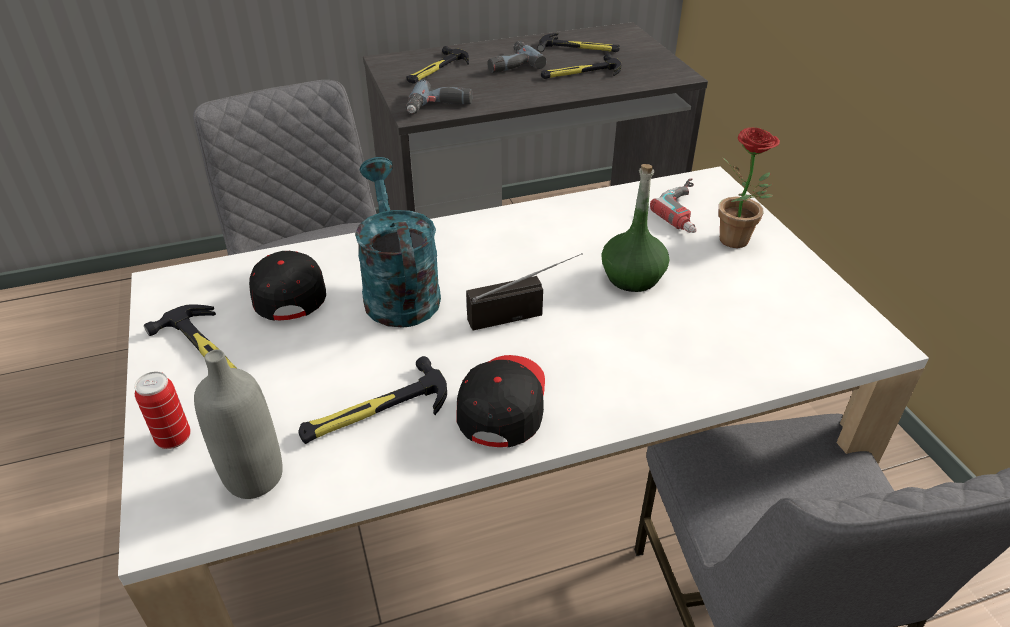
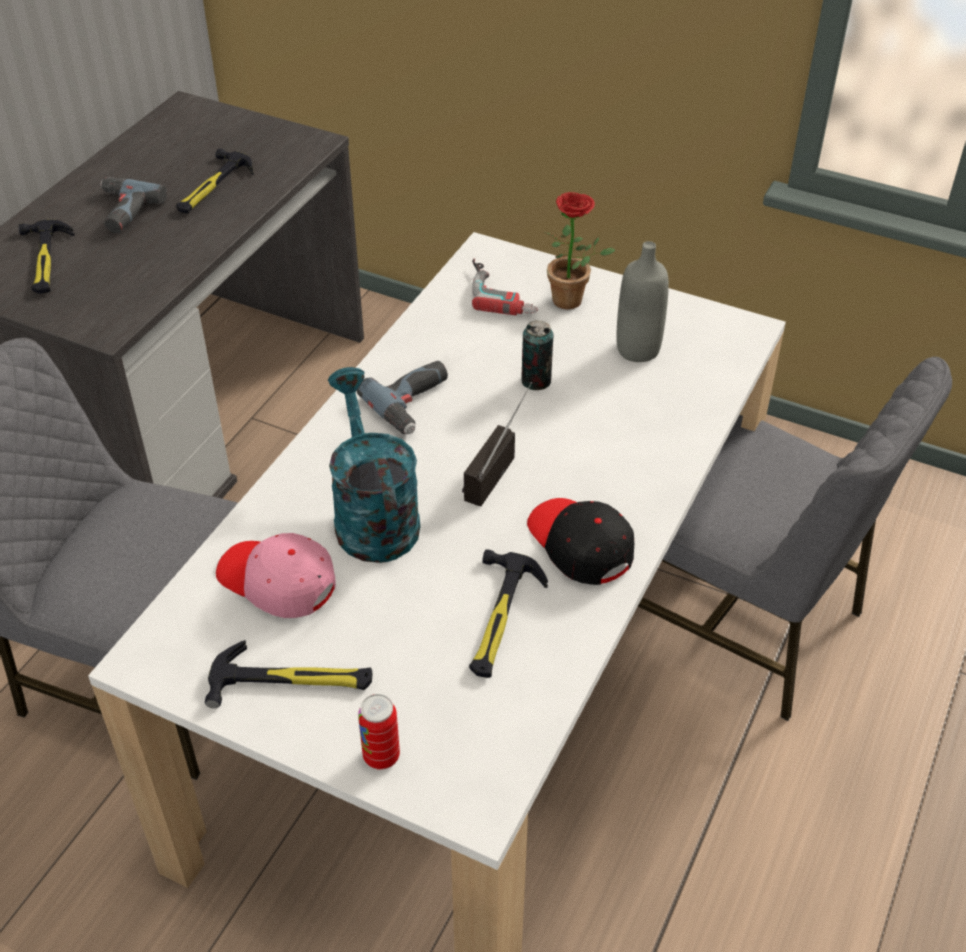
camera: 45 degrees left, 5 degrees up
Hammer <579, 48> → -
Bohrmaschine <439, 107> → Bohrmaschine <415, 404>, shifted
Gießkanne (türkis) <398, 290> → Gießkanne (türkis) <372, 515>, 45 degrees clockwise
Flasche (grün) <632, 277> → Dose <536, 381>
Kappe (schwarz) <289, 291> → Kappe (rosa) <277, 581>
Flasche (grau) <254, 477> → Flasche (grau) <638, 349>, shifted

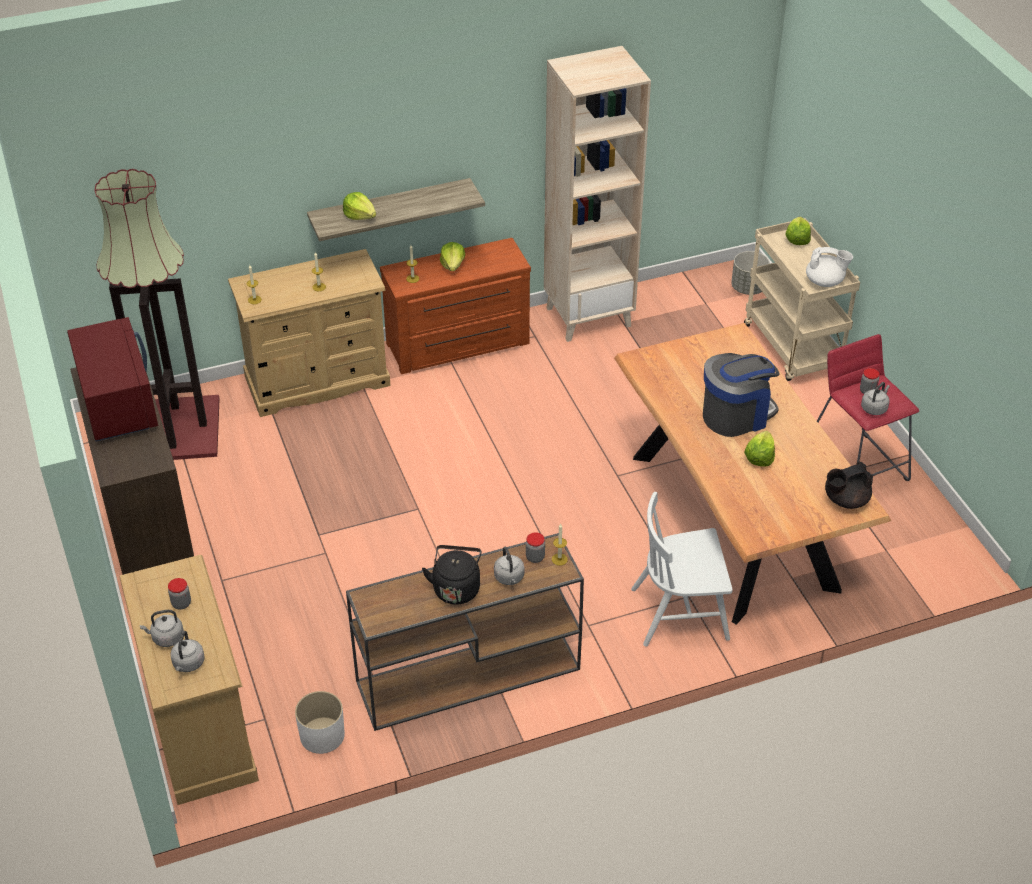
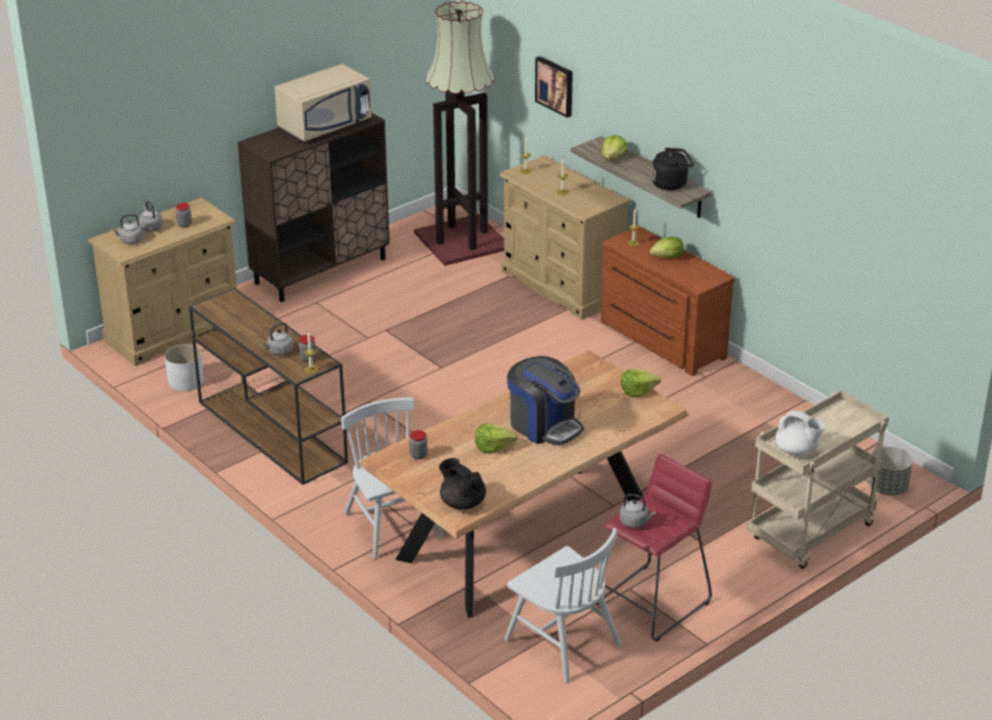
camera: 70 degrees right, 10 degrees down
Bücherregal (beige) <589, 316> → -
Salatkopf <797, 239> → Salatkopf <638, 391>, shifted
Teekanne (weiß) <825, 282> → Teekanne (weiß) <796, 451>, 45 degrees counterclockwise
Mikrowelle (rot) <117, 403> → Mikrowelle (beige) <325, 125>
Vorratsglas <867, 391> → Vorratsglas <418, 455>, shifted
Wasserkessel (schwarz) <456, 588> → Wasserkessel (schwarz) <671, 183>, shifted
- → Bild <555, 86>
- → Stuhl (weiß) <562, 642>

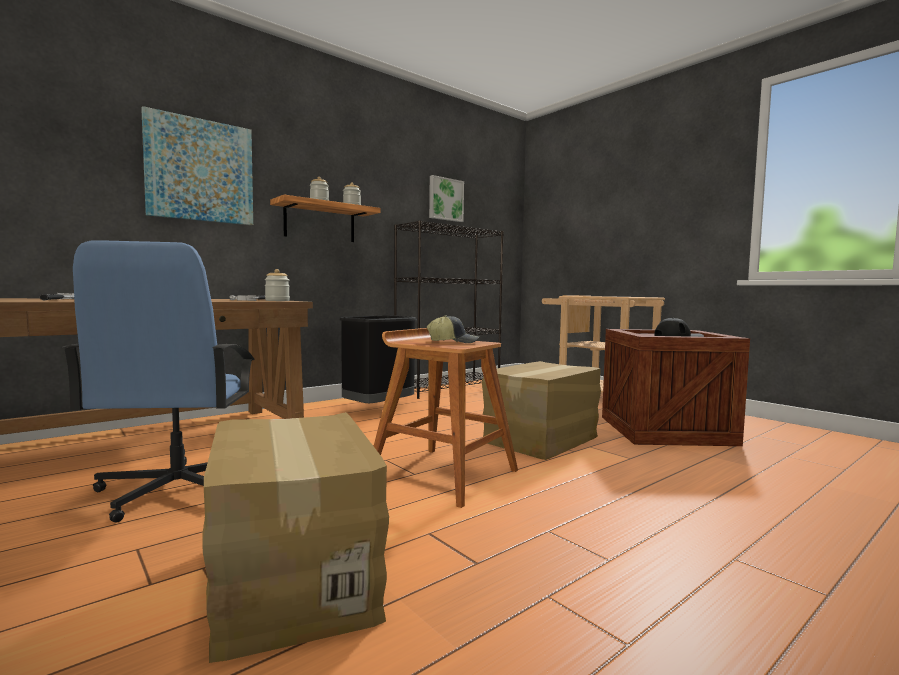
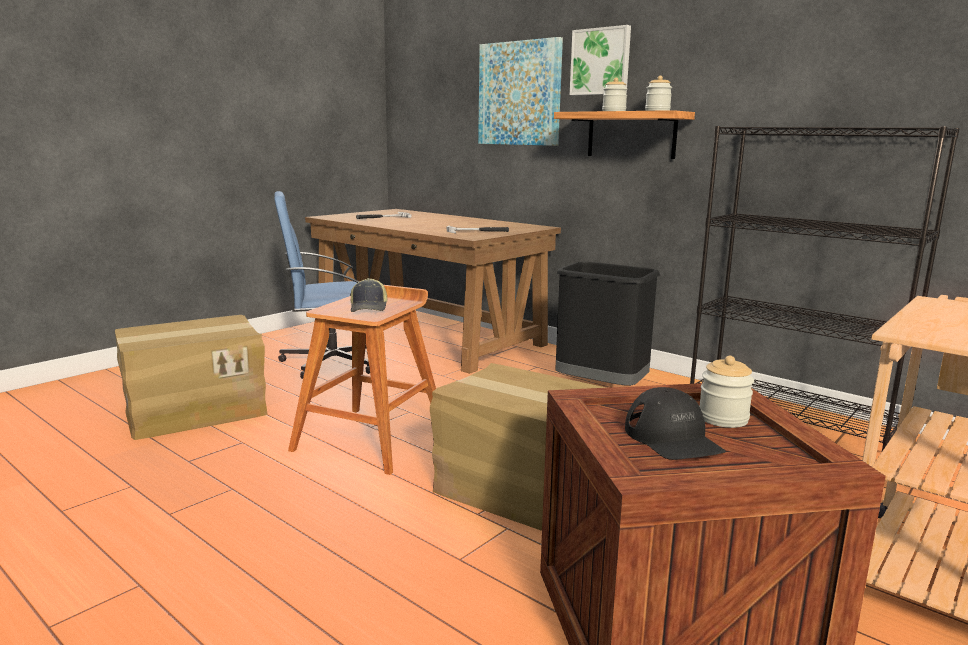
camera: 80 degrees right, 10 degrees up
Bild <445, 199> → Bild <601, 62>, shifted
Vorratsglas <277, 301> → Vorratsglas <723, 418>, shifted

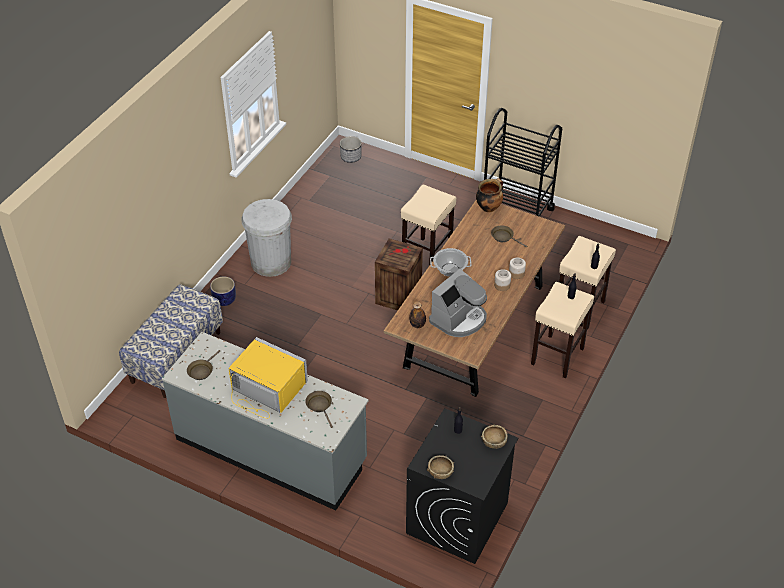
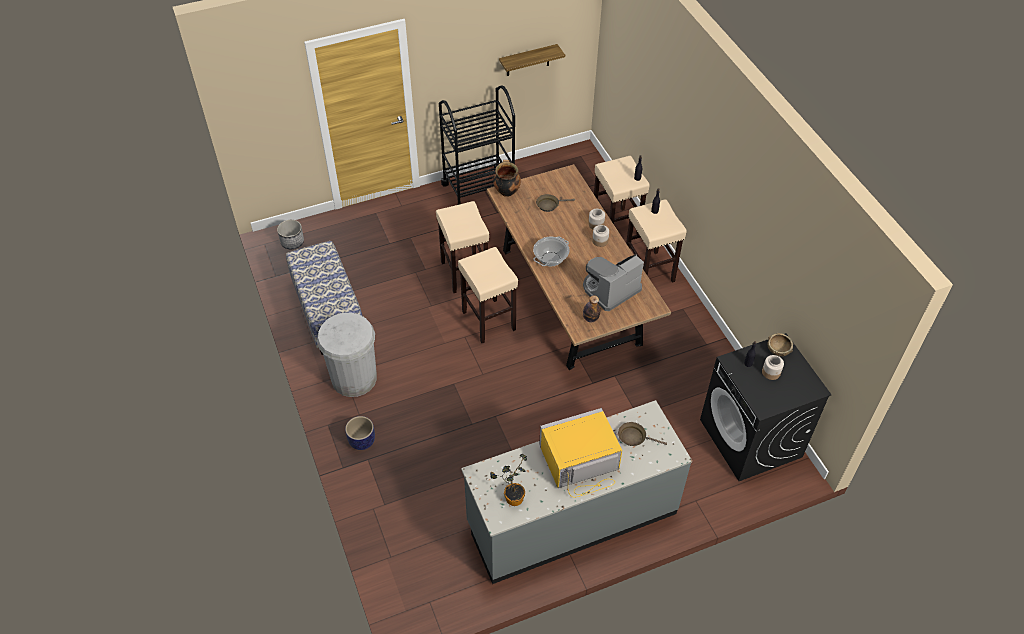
camera: 50 degrees left, 5 degrees up
Kiste <398, 296> → Hocker (beige) <488, 320>
Kaffeemaschine <459, 319> → Kaffeemaschine <610, 289>, 120 degrees counterclockwise
Bank <176, 356> → Bank <328, 313>, shifted
Pfanne (braun) <201, 371> → Topfpflanze <511, 497>
Schüssel (braun) <440, 472> → -
- → Wandregal <528, 60>
- → Vorratsglas <771, 372>

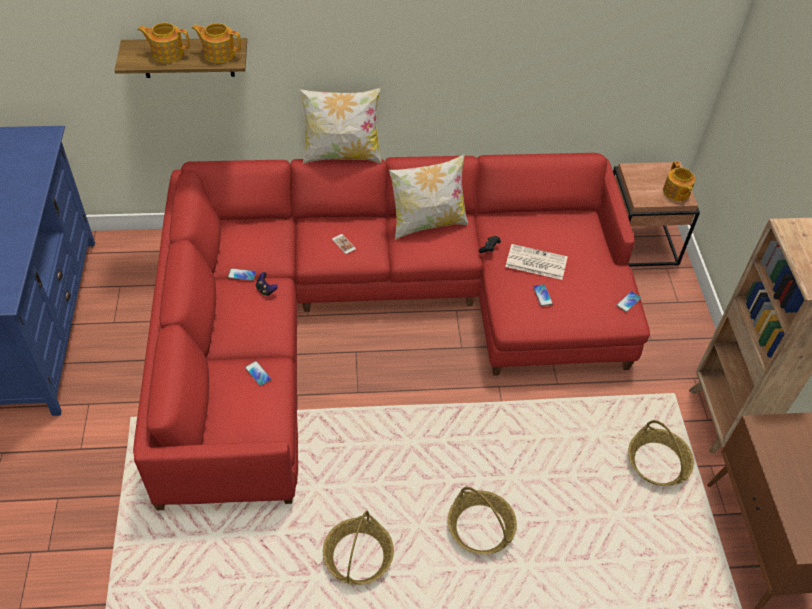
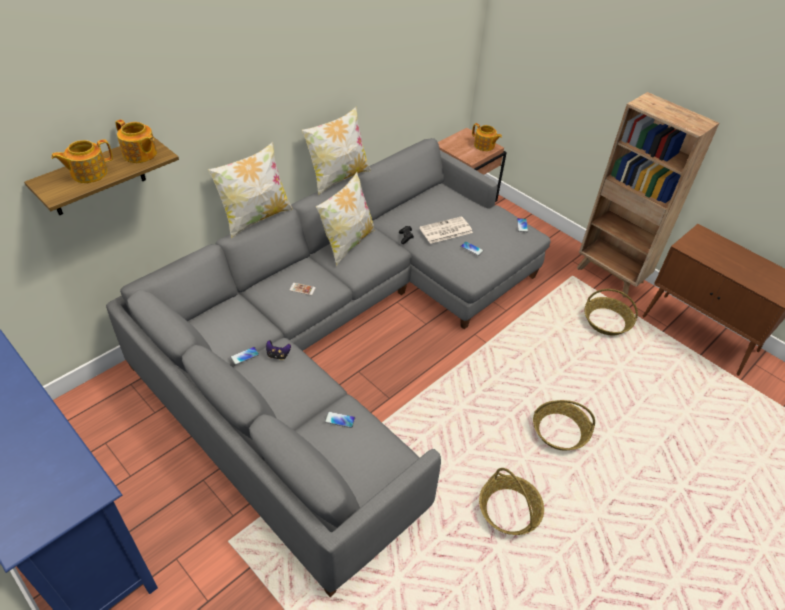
camera: 40 degrees left, 5 degrees down
Teekanne <219, 53> → Teekanne <140, 154>, 120 degrees counterclockwise
Sofa (rot) <375, 314> → Sofa (grau) <345, 337>
- → Kissen <338, 178>

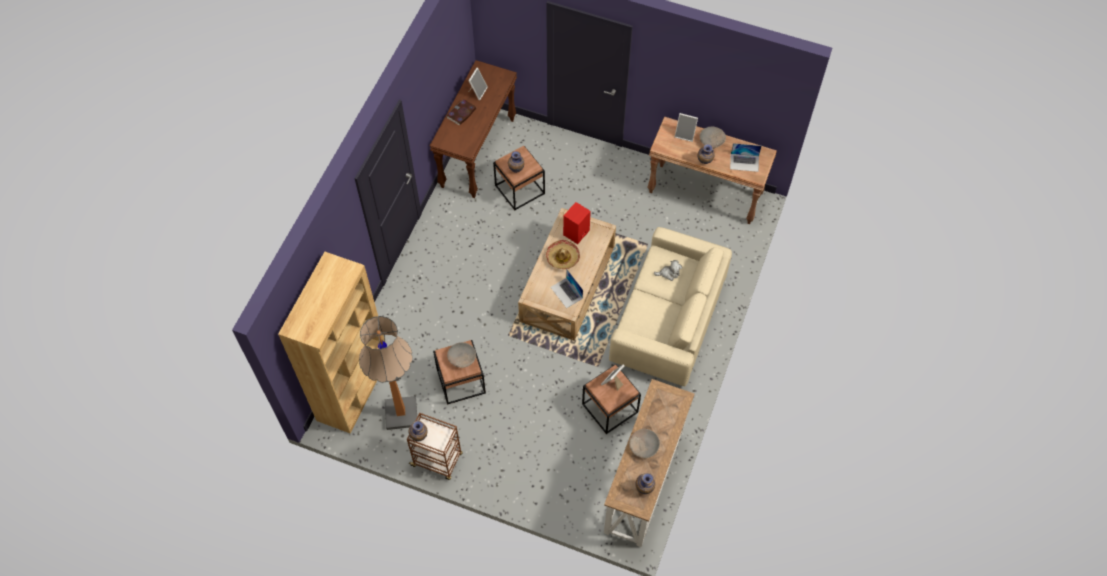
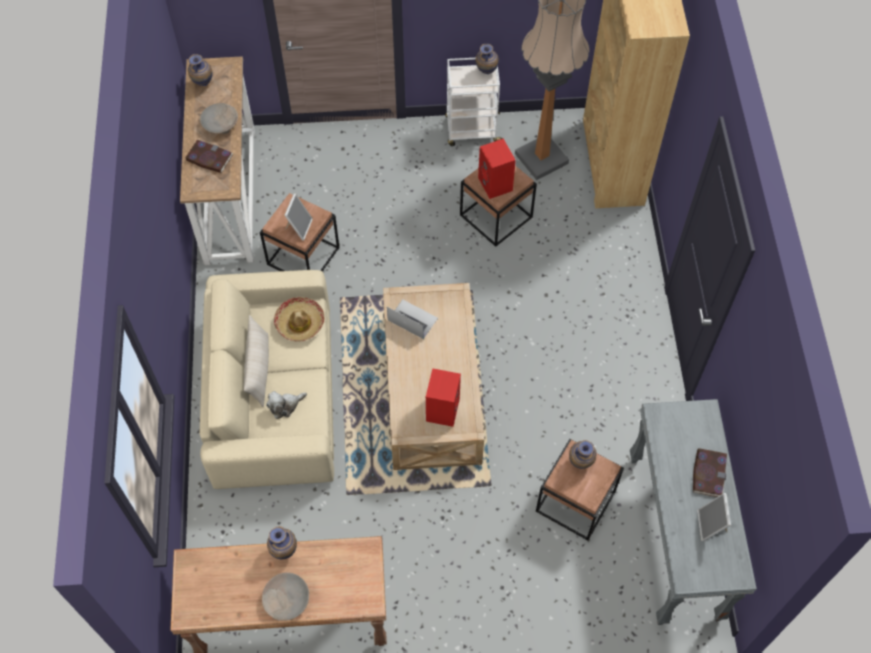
camera: 155 degrees right, 0 degrees up
Konsolentisch (braun) <477, 152> → Konsolentisch (grau) <675, 538>
Bilderrahmen <685, 134> → -
Laptop <744, 162> → -
Hut <562, 257> → Hut <300, 323>, shifted
Schüssel (beige) <462, 357> → Lautsprecher (rot) <496, 184>
Rollwagen (braun) <437, 460> → Rollwagen (weiß) <471, 131>
- → Buch <209, 158>
- → Kissen (beige) <259, 369>

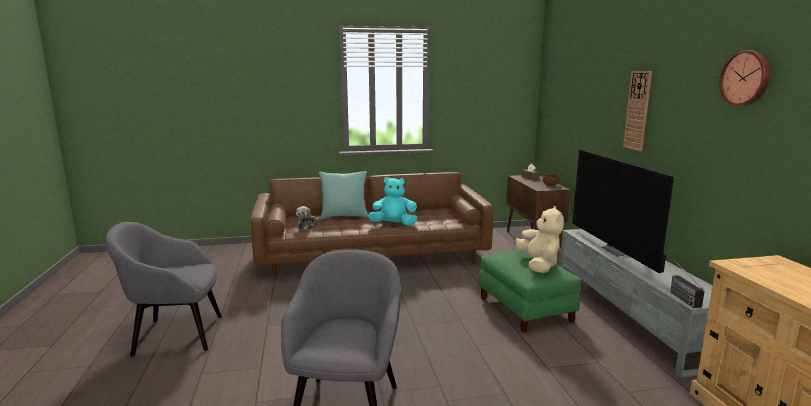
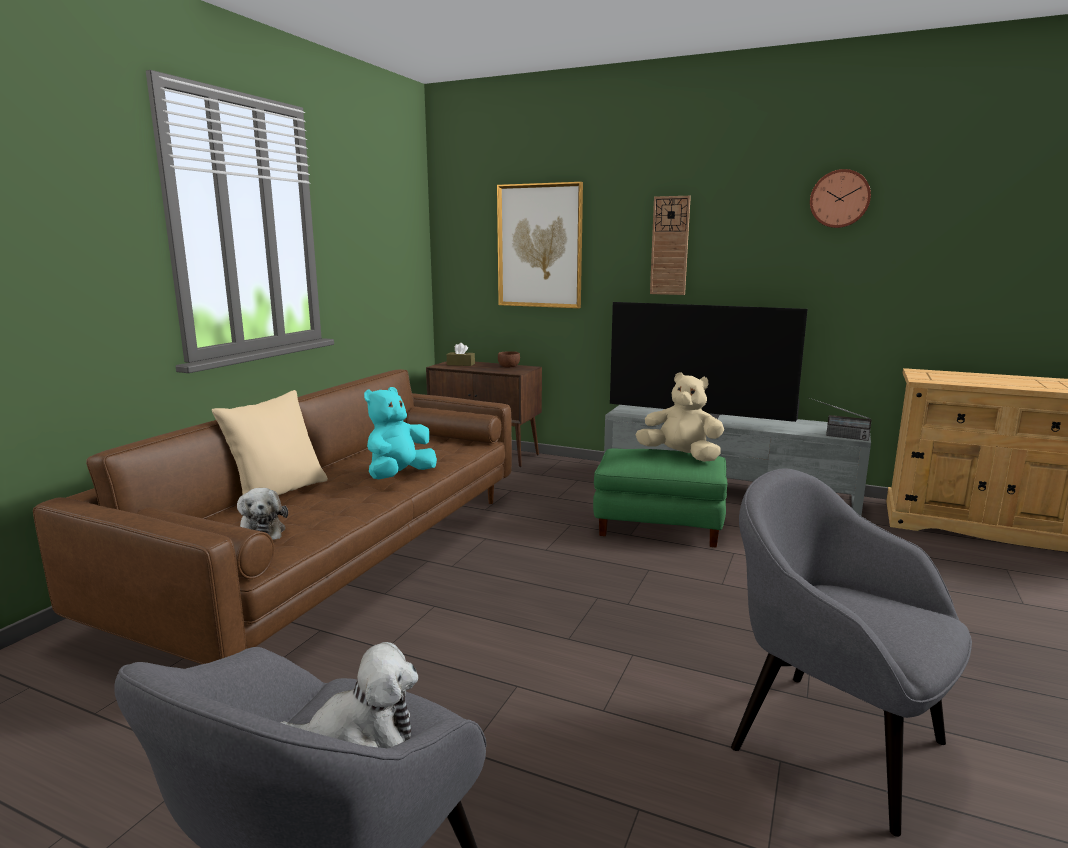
camera: 55 degrees left, 0 degrees up
Kissen (türkis) <344, 216> → Kissen (beige) <278, 494>
- → Bild <540, 246>
- → Plüschtier <359, 734>

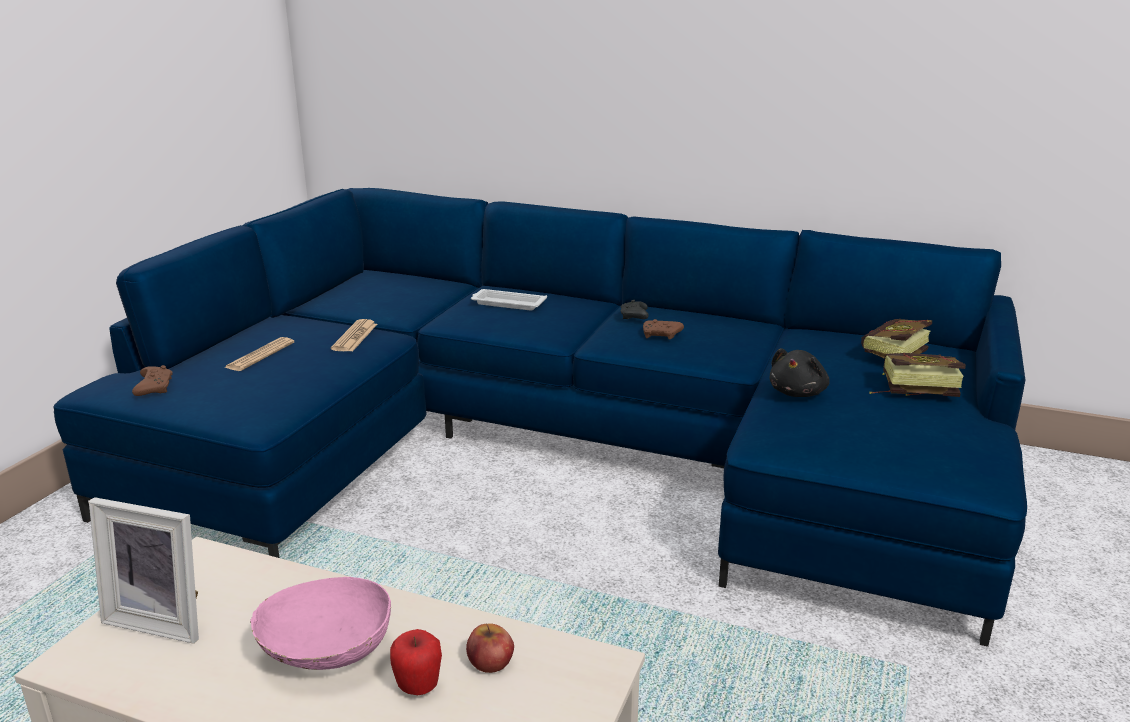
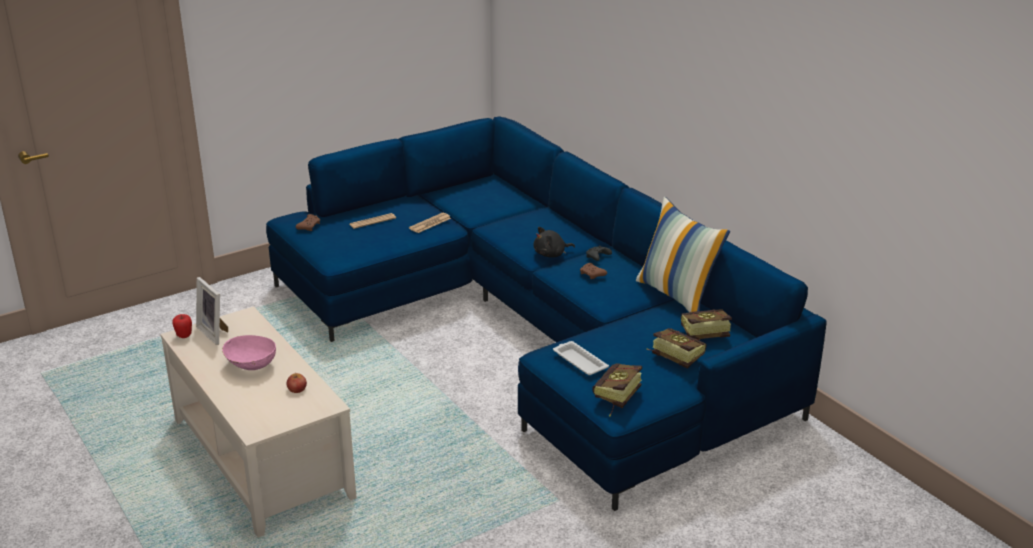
camera: 35 degrees right, 5 degrees up
Tablett (weiß) <507, 304> → Tablett (weiß) <579, 361>, shifted
Plüschtier (schwarz) <798, 392> → Plüschtier (schwarz) <551, 254>, shifted
Apfel <418, 687> → Apfel <184, 336>, shifted
- → Kissen <677, 295>
- → Buch <614, 399>

